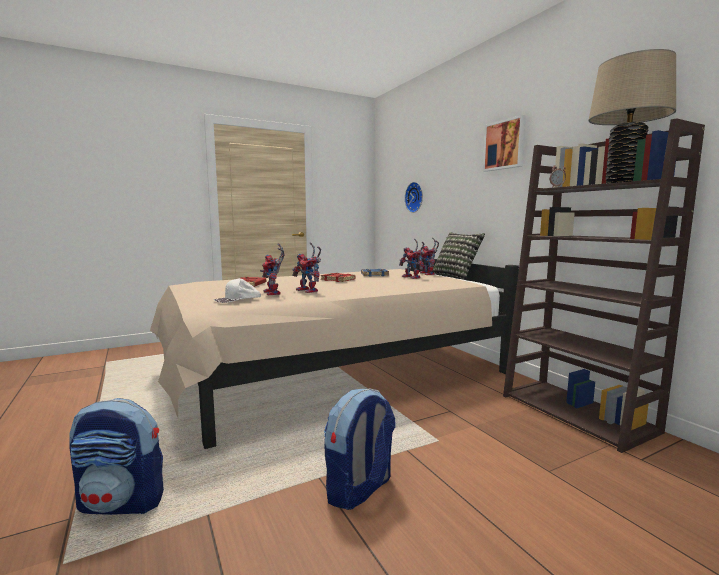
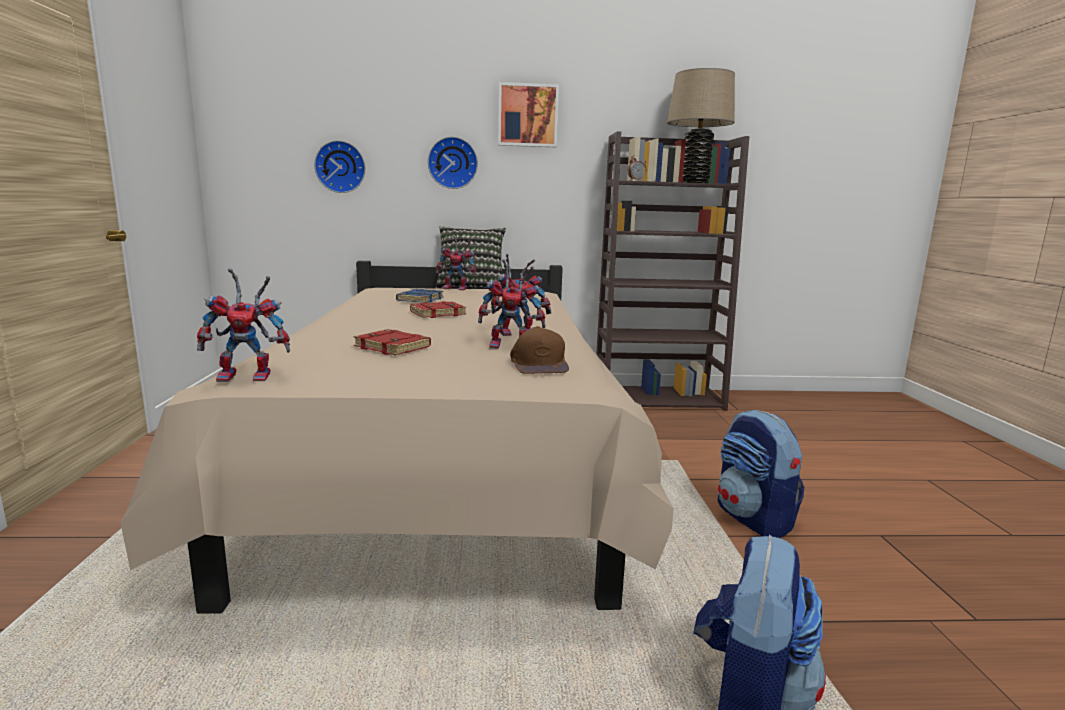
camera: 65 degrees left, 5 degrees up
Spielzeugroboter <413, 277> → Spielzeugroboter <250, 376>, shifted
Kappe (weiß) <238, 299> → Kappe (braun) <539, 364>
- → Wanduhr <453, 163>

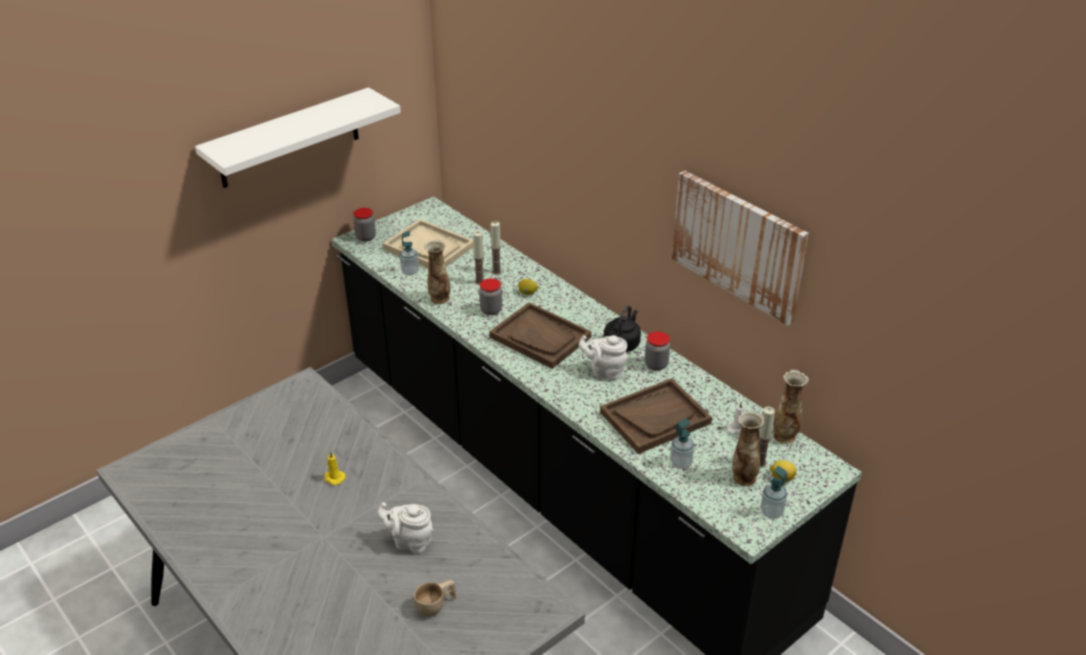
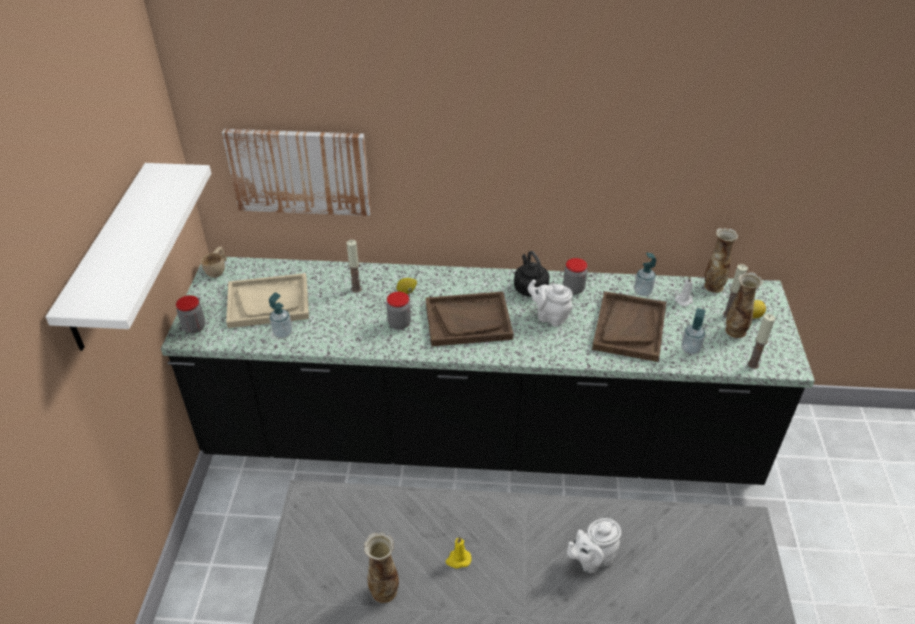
camera: 45 degrees left, 5 degrees up
Bild <738, 245> → Bild <299, 171>, shifted
Kerze <479, 281> → Kerze <753, 365>, shifted
Vase <439, 299> → Vase <384, 592>, shifted
Teekanne (weiß) <604, 371> → Teekanne (weiß) <550, 317>, 60 degrees clockwise
Seifenspender <771, 512> → Seifenspender <642, 292>, shifted
Tasse (beige) <436, 606> → Tasse (beige) <218, 270>, shifted

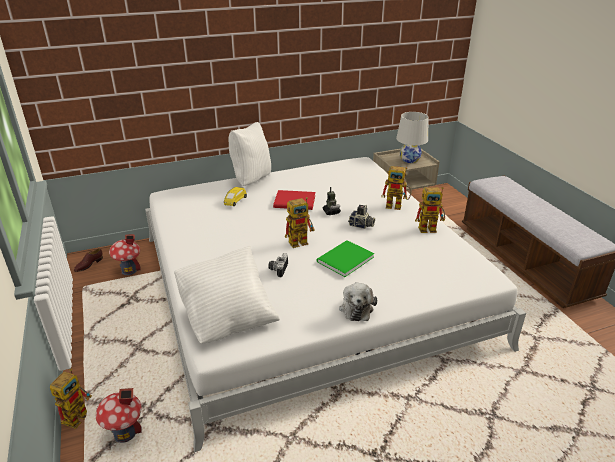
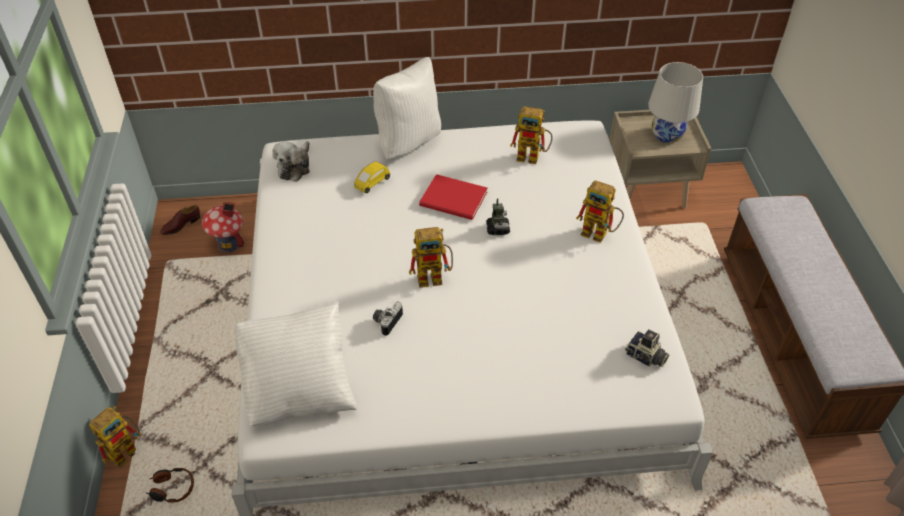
camera: 15 degrees right, 15 degrees up
Spielzeugroboter <431, 228> → Spielzeugroboter <533, 157>, shifted
Kamera <361, 225> → Kamera <645, 357>, shifted
Buch (grün) <343, 259> → -
Plüschtier <356, 307> → Plüschtier <295, 167>, shifted
Spielzeughaus <125, 434> → Kopfhörer <171, 488>

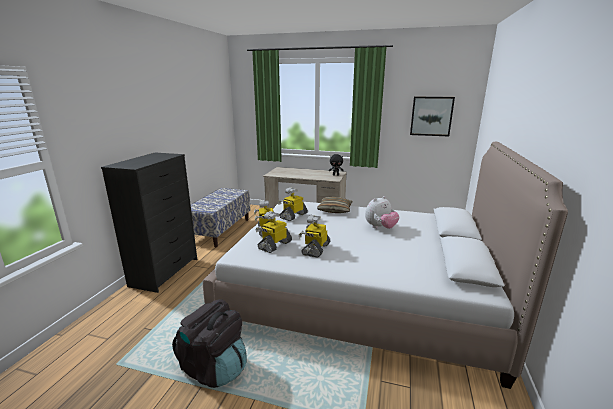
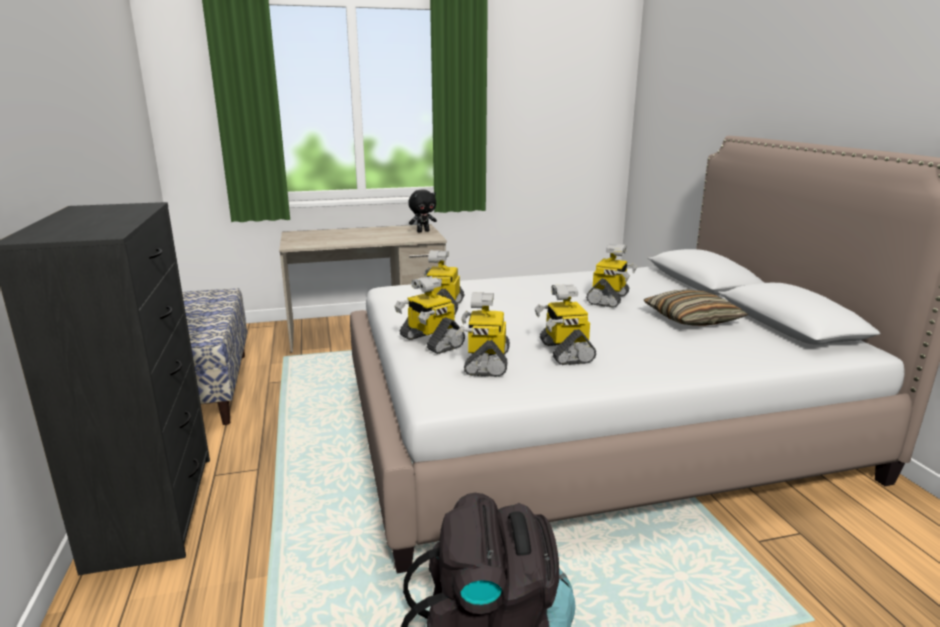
camera: 30 degrees left, 0 degrees up
Bild <431, 116> → -
Plüschtier <380, 228> → Spielzeugroboter <609, 299>
Kissen <335, 210> → Kissen <692, 319>, shifted

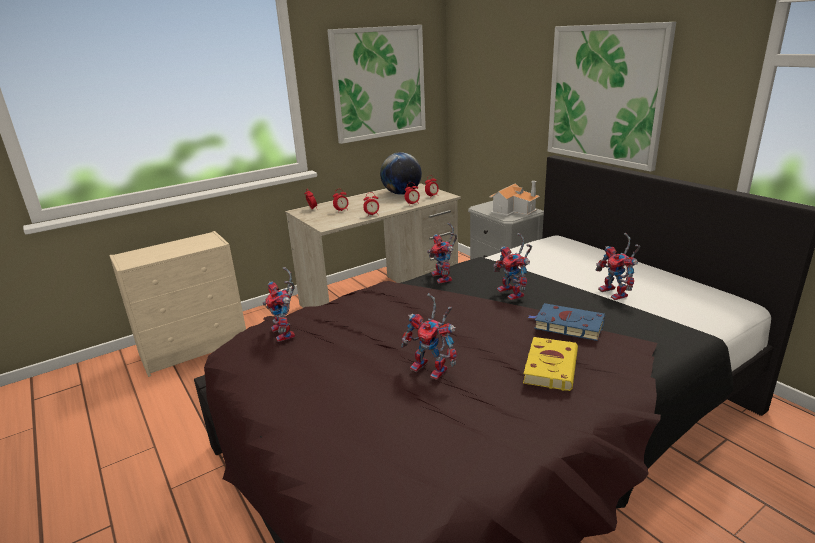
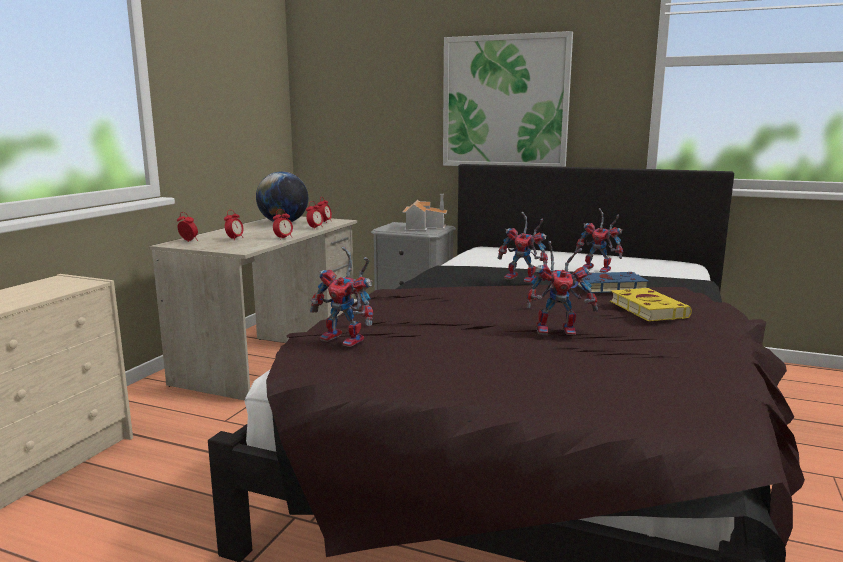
camera: 35 degrees left, 10 degrees down
Bild <379, 83> → -
Spielzeugroboter <444, 278> → -

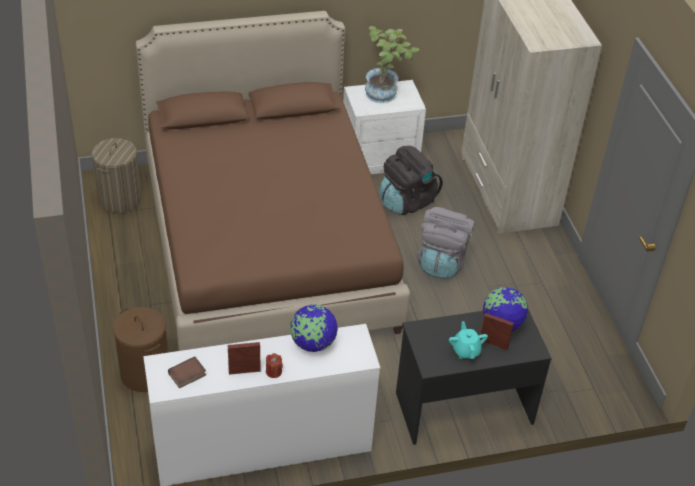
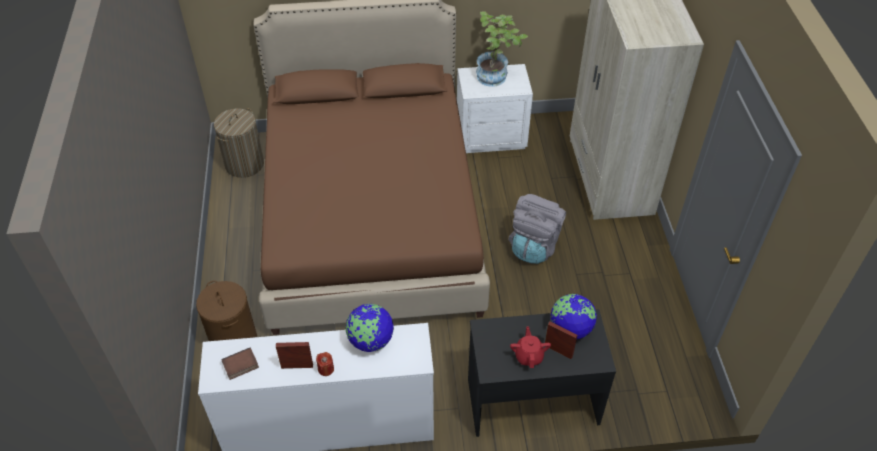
camera: 10 degrees right, 5 degrees up
Rucksack (schwarz) <406, 201> → -
Teekanne (türkis) <466, 350> → Teekanne (rot) <529, 356>

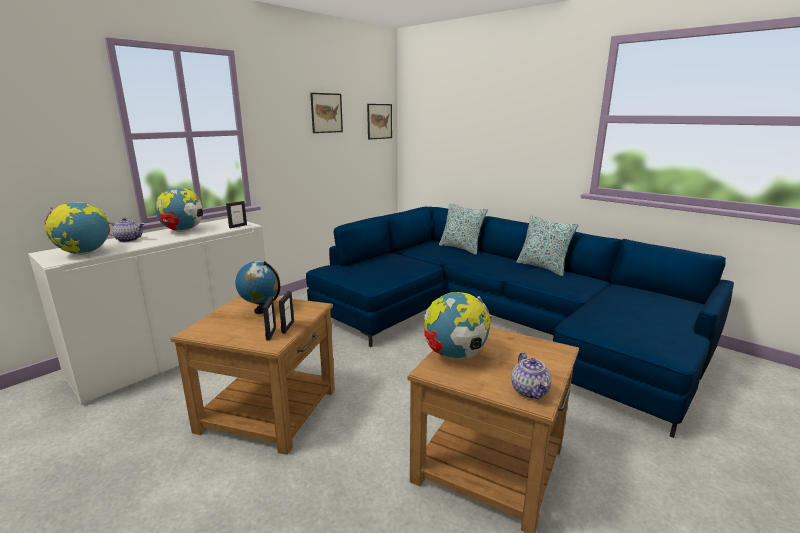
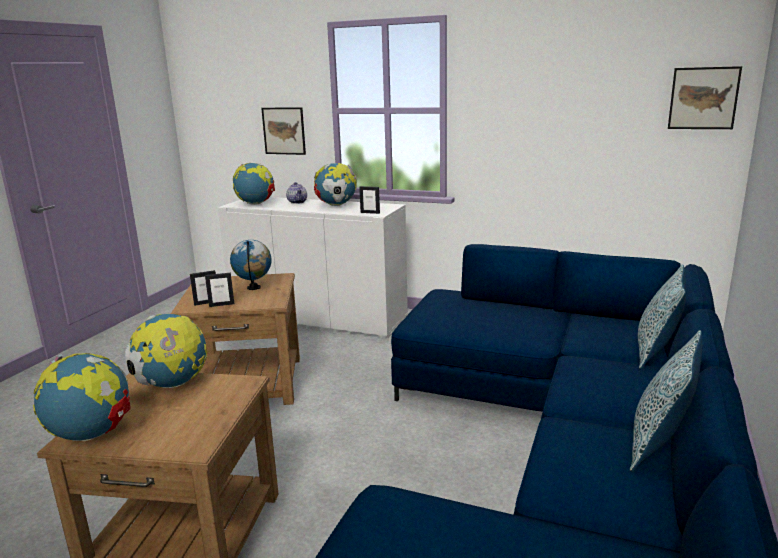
camera: 70 degrees right, 0 degrees up
Bild <326, 113> → Bild <284, 131>, shifted
Teekanne <530, 391> → Globus <92, 434>

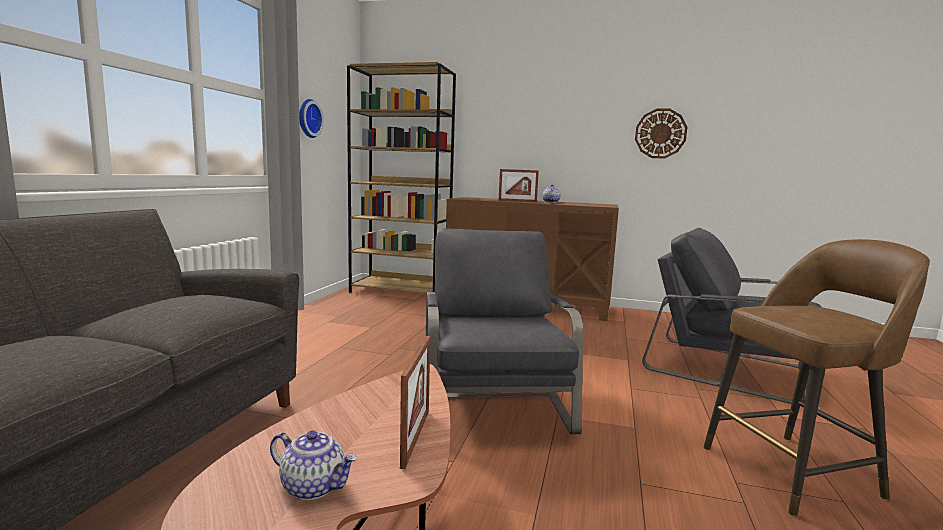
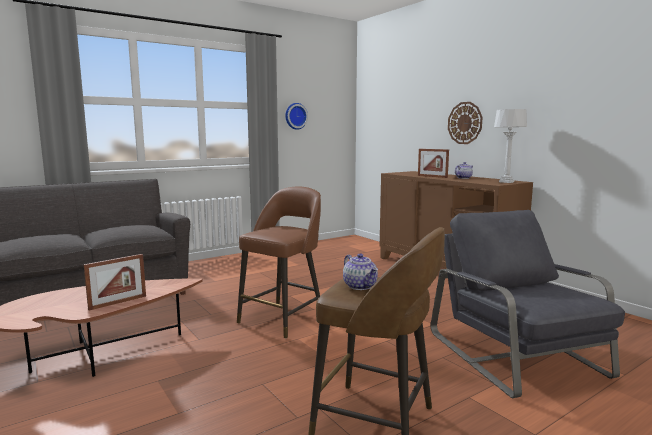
camera: 40 degrees right, 0 degrees up
Bücherregal (braun) <401, 291> → -
Wanduhr <660, 133> → Wanduhr <465, 123>, shifted
Sessel (grau) <493, 397> → Hocker (braun) <283, 318>
Teekanne <314, 486> → Teekanne <360, 286>, shifted
- → Tischlampe (grau) <506, 182>

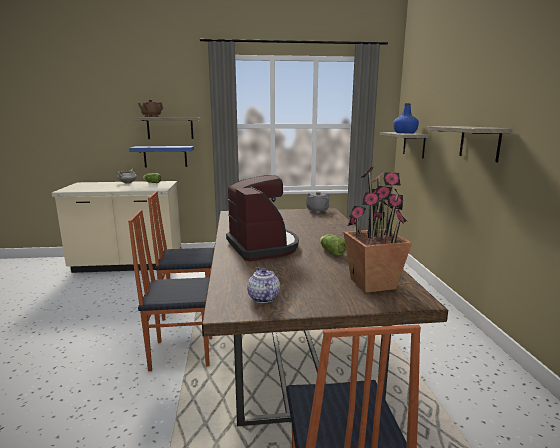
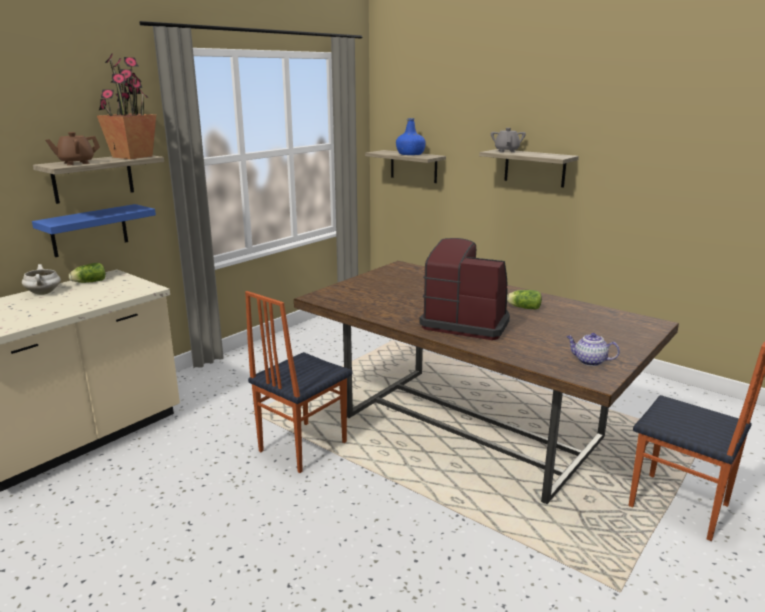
camera: 45 degrees left, 5 degrees up
Topfpflanze <373, 283> → Topfpflanze <132, 156>, shifted
Teekanne (grau) <318, 211> → Teekanne (grau) <506, 151>, shifted
Stuhl <181, 353> → -

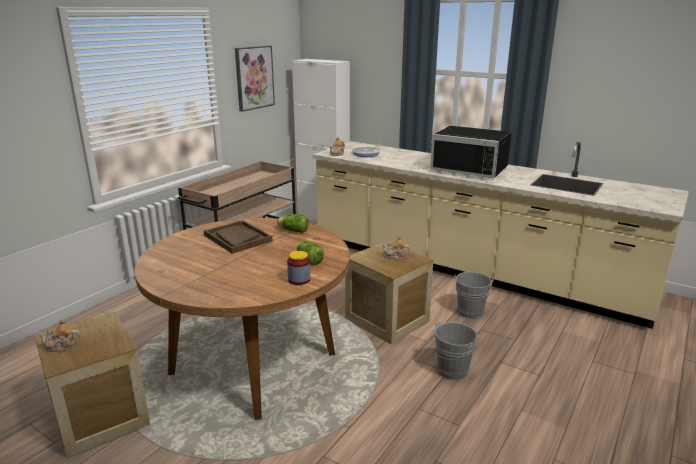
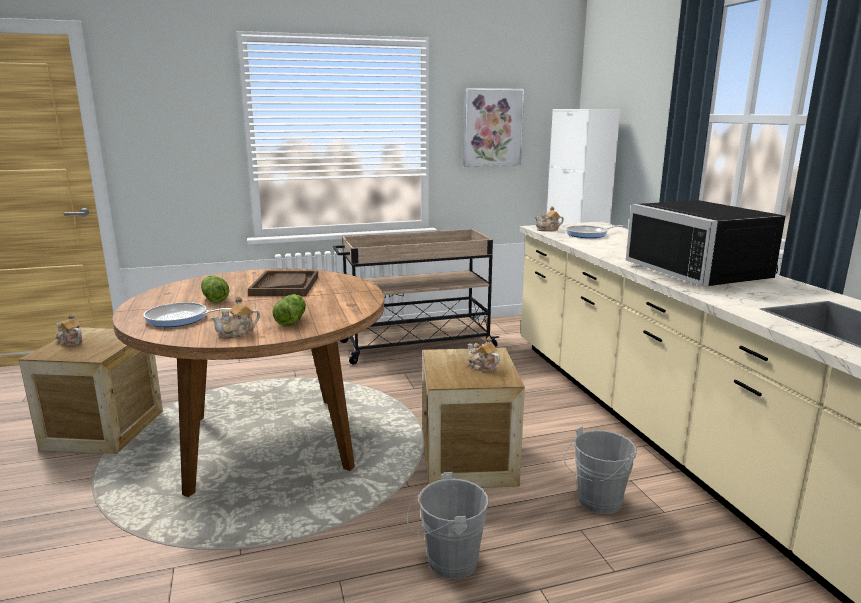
camera: 40 degrees right, 5 degrees down
Salatkopf <292, 230> → Salatkopf <214, 298>, shifted
Vorratsglas <299, 280> → Teekanne <237, 334>
- → Pfanne <180, 319>

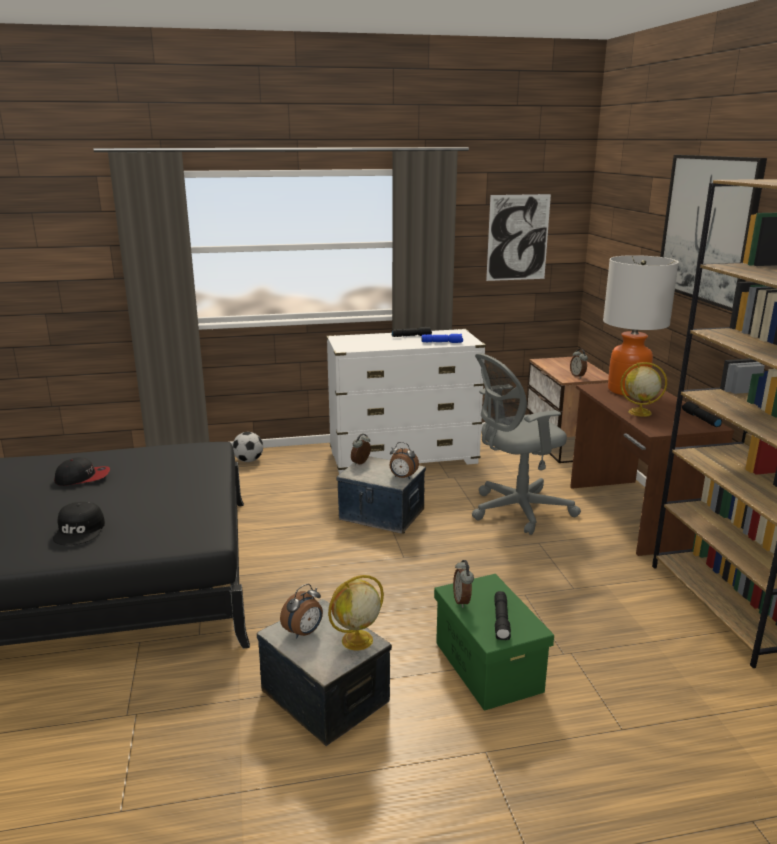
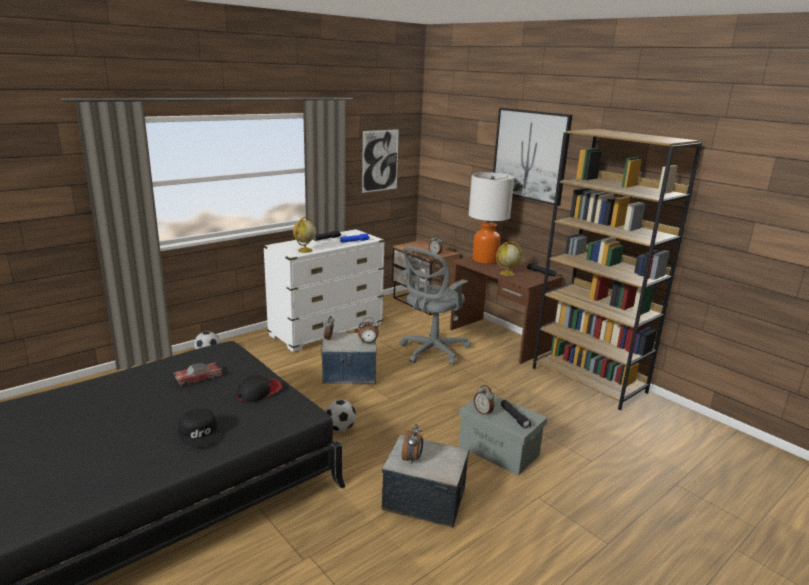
camera: 30 degrees left, 0 degrees up
Kappe <83, 478> → Kappe <259, 392>, shifted
Aufbewahrungsbox (grün) <489, 667> → Aufbewahrungsbox (grau) <499, 450>
Globus <356, 641> → Globus <305, 250>, shifted
- → Spielzeugauto <198, 378>
- → Fußball <340, 428>

